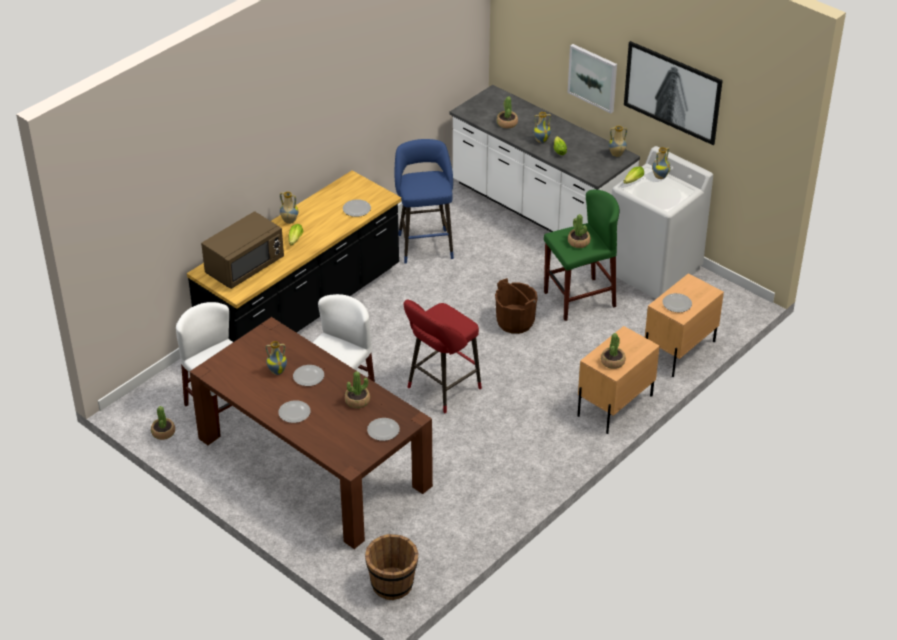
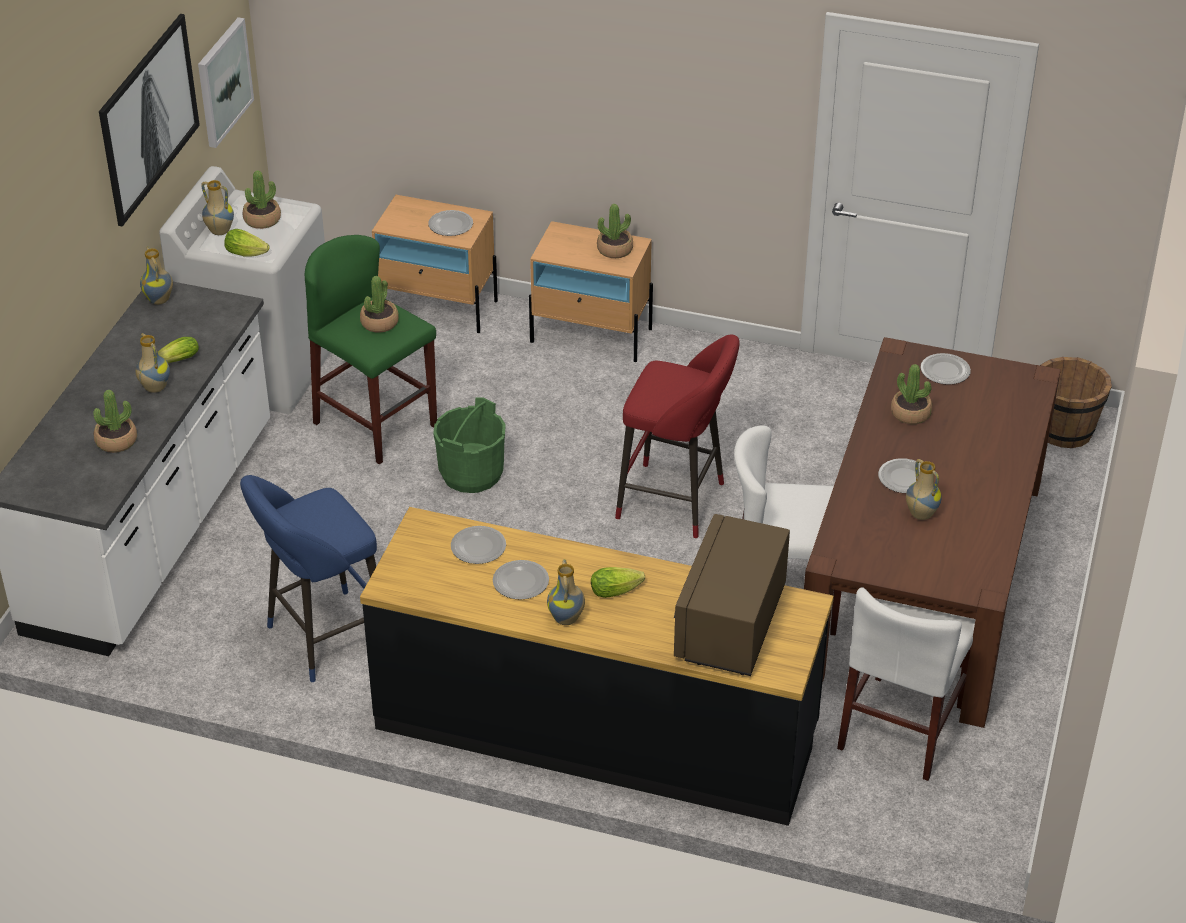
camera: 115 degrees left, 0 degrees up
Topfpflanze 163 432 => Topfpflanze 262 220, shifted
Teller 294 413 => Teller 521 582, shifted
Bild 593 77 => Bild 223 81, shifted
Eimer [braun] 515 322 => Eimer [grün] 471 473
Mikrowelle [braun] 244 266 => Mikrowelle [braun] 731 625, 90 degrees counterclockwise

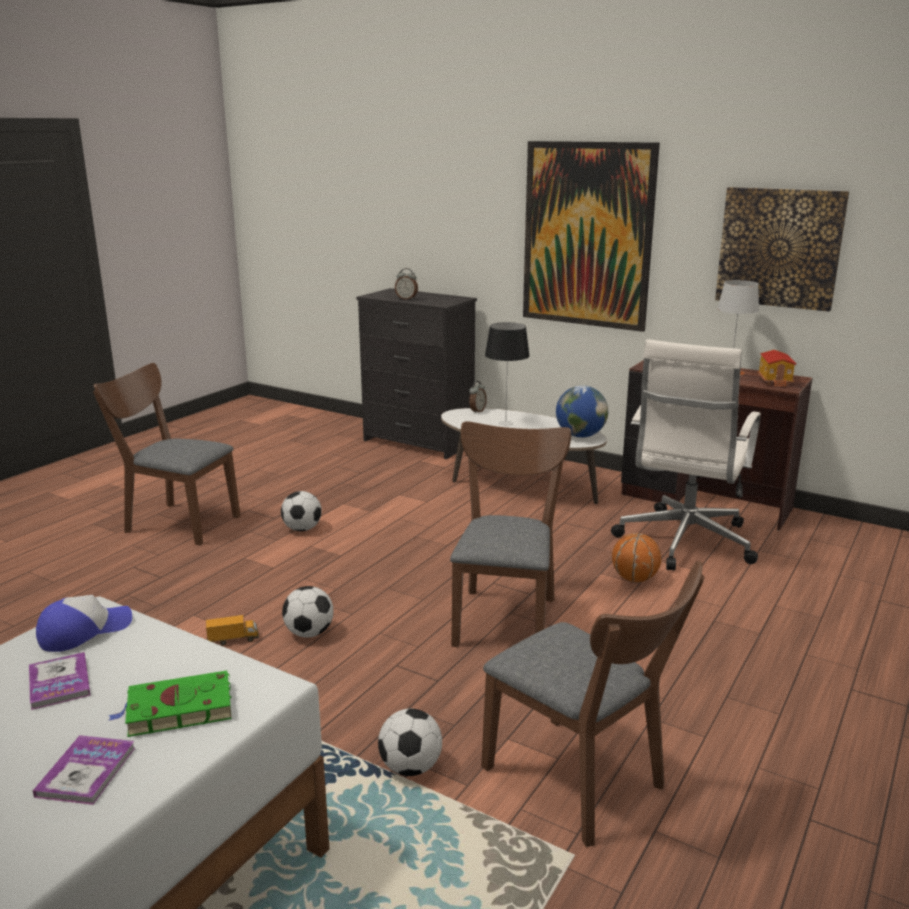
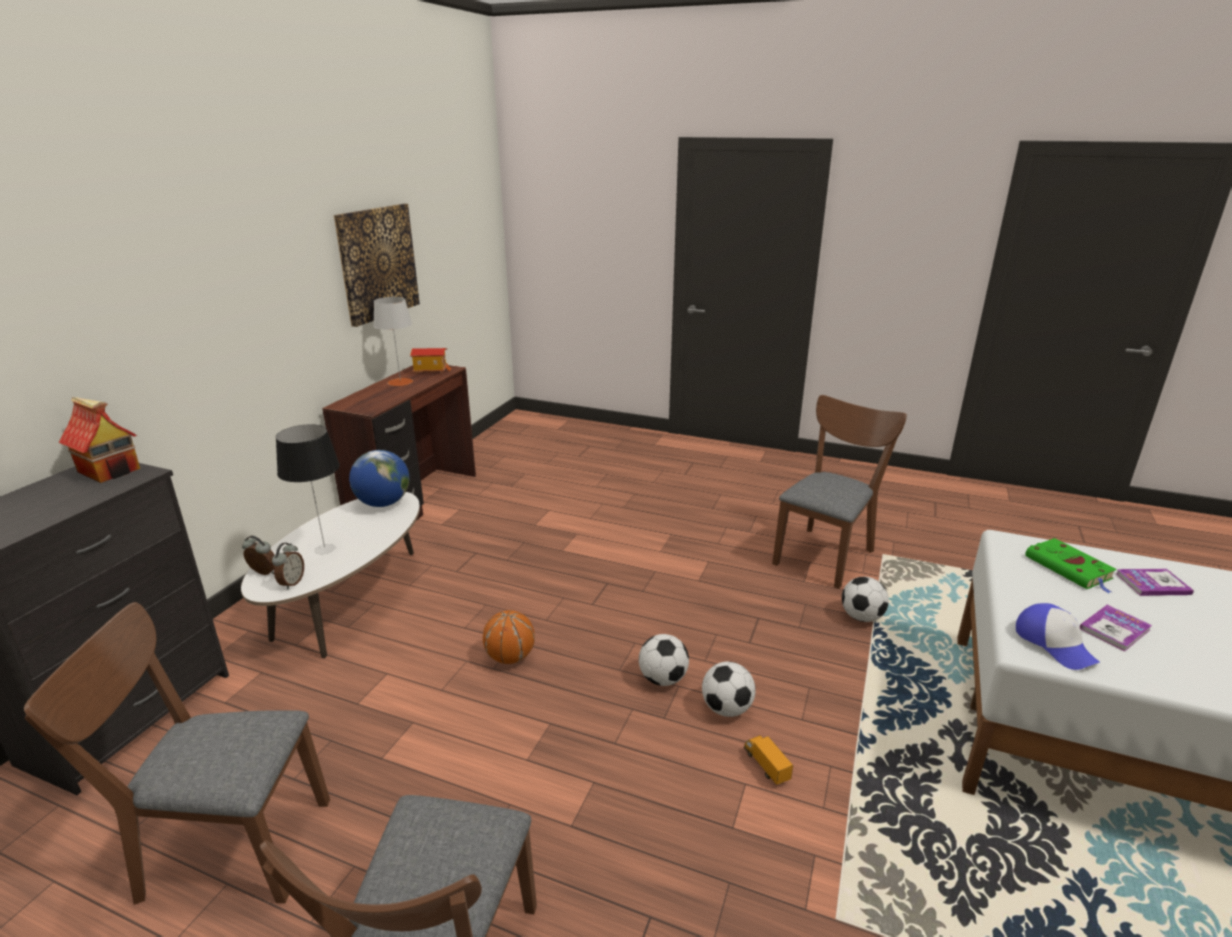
camera: 100 degrees left, 5 degrees up
Bild 587 235 => nothing
Bürostuhl [weiß] 684 542 => nothing
nothing => Spielzeughaus 110 470
Fußball 302 529 => Fußball 663 679, shifted
Wecker 406 299 => Wecker 291 583, shifted
Stuhl [braun] 505 615 => Stuhl [braun] 224 846, shifted
Basketball 634 579 => Basketball 510 657, shifted
Kappe 84 631 => Kappe 1054 644, 150 degrees counterclockwise

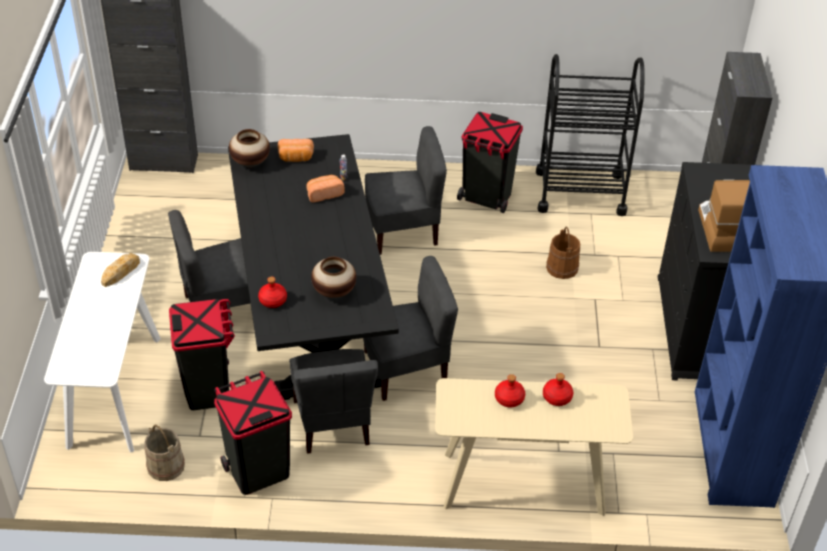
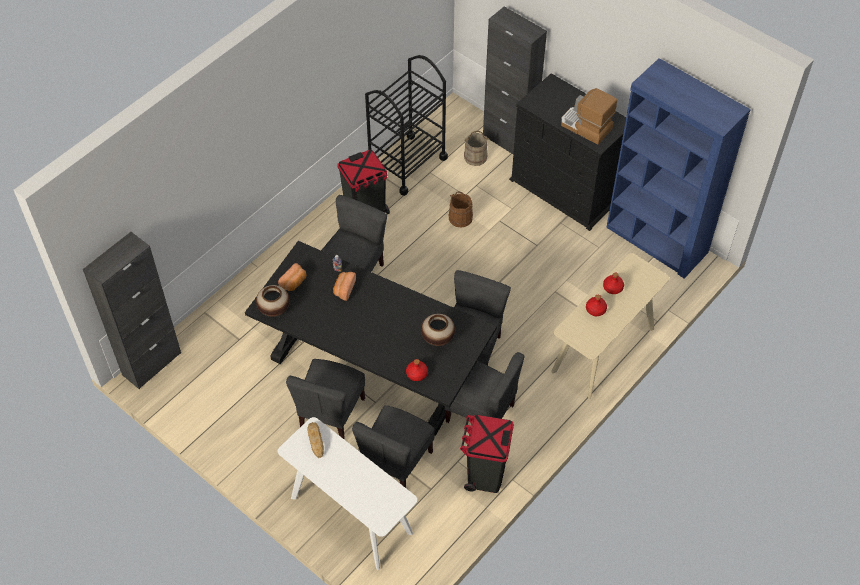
camera: 50 degrees left, 10 degrees up
Eimer [beige] 166 465 => Eimer [beige] 475 157, shifted
Mülleimer [schwarz] 208 389 => Stuhl [grau] 396 462

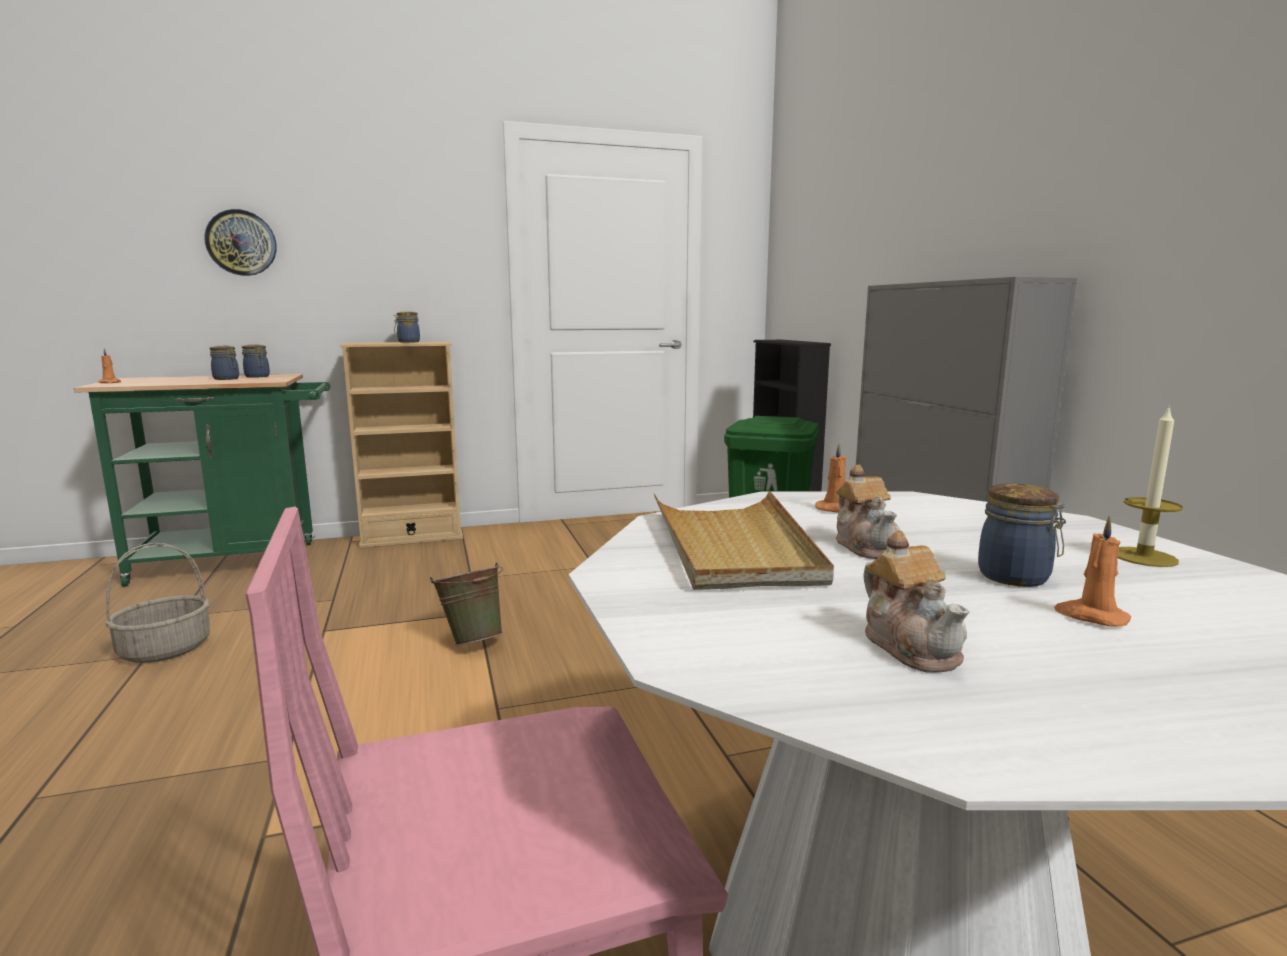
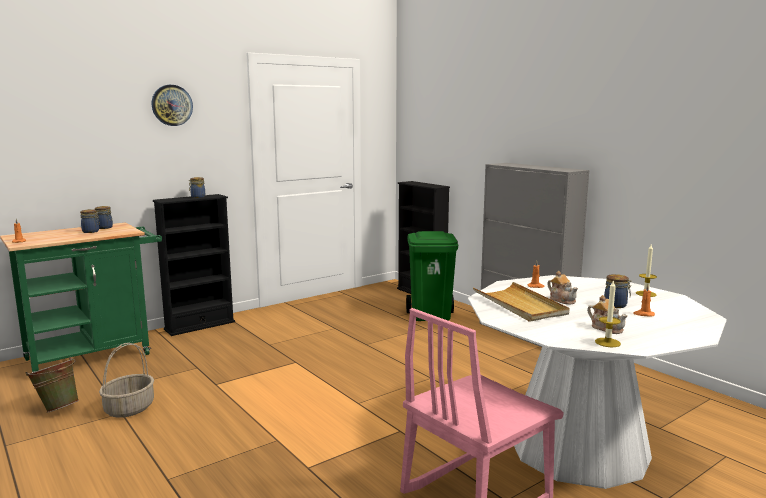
camera: 20 degrees left, 0 degrees up
nothing => Kerze 607 342
Wanduhr 241 243 => Wanduhr 172 105, shifted
Eimer [grün] 472 640 => Eimer [grün] 57 408, shifted
Bücherregal [beige] 412 538 => Bücherregal [schwarz] 199 325

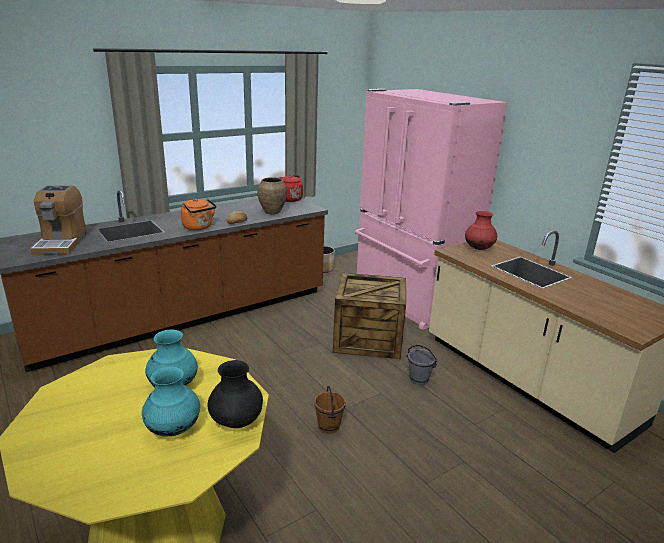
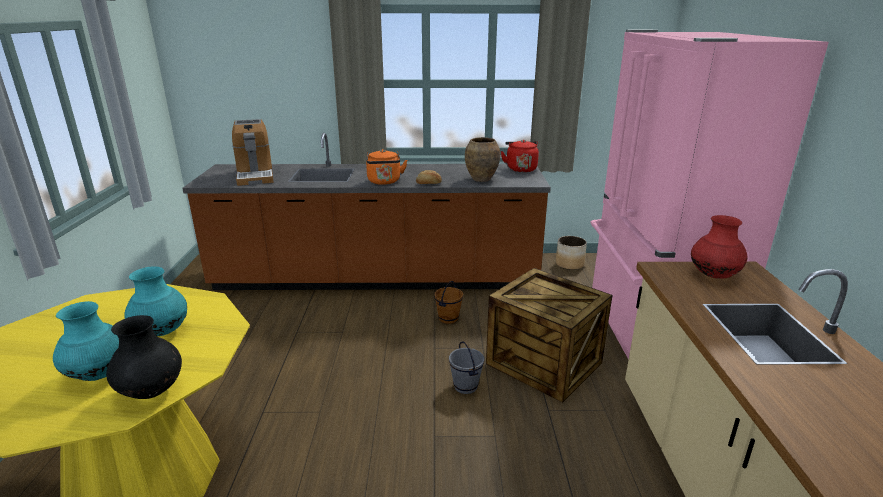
camera: 35 degrees right, 0 degrees up
Eimer [braun] 329 426 => Eimer [braun] 448 319, shifted
Eimer [grau] 419 379 => Eimer [grau] 466 386, shifted
Kaffeemaschine 61 242 => Kaffeemaschine 255 175, 45 degrees counterclockwise

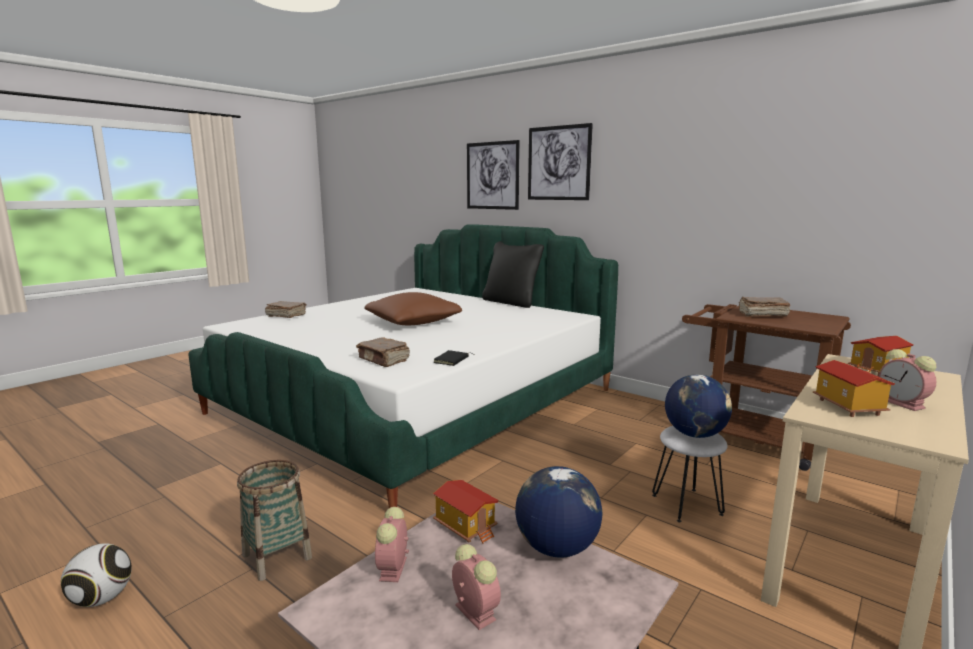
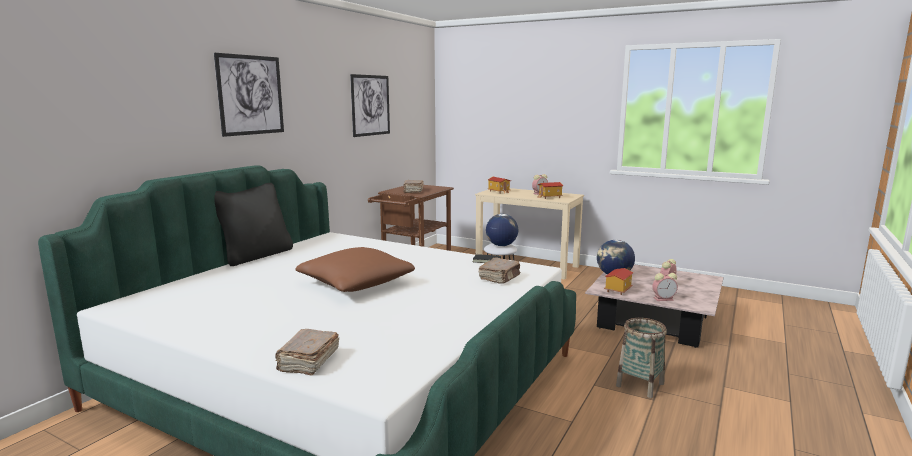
camera: 100 degrees left, 0 degrees up
Fußball 101 599 => nothing
Bild 492 175 => Bild 370 105, shifted

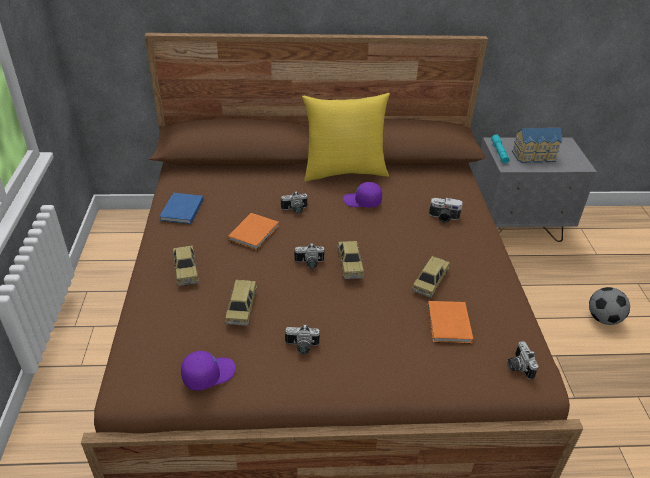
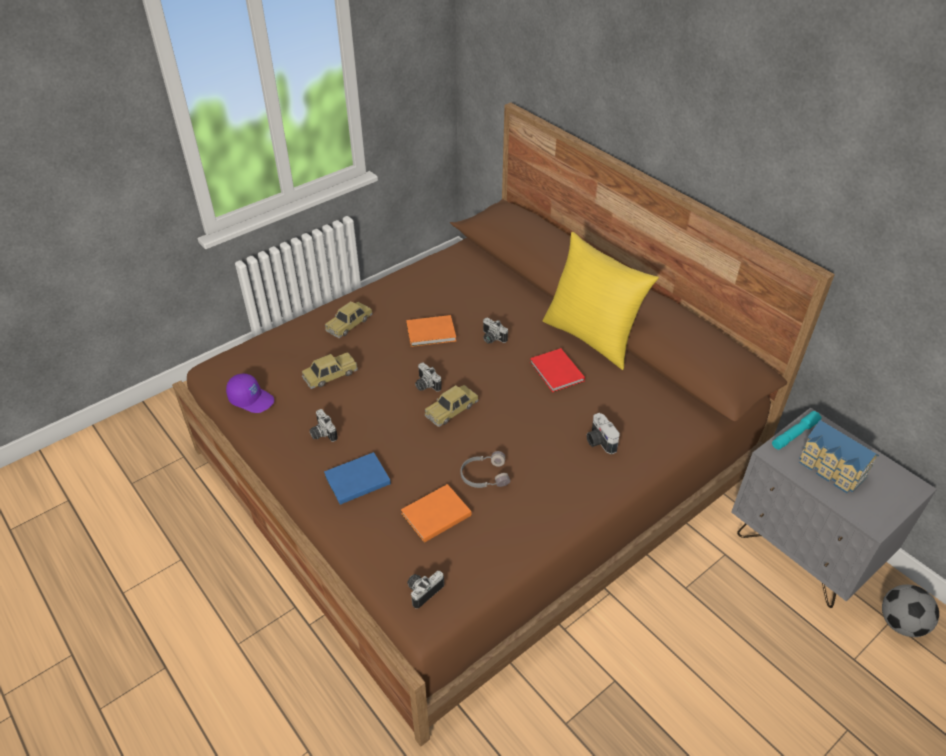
camera: 55 degrees right, 5 degrees up
Buch [blau] 181 210 => Buch [blau] 355 480, shifted
Fußball 603 319 => Fußball 901 623, shifted
Kappe [lila] 362 201 => Buch [rot] 556 373
Spielzeugauto 430 281 => Kopfhörer [grau] 484 475

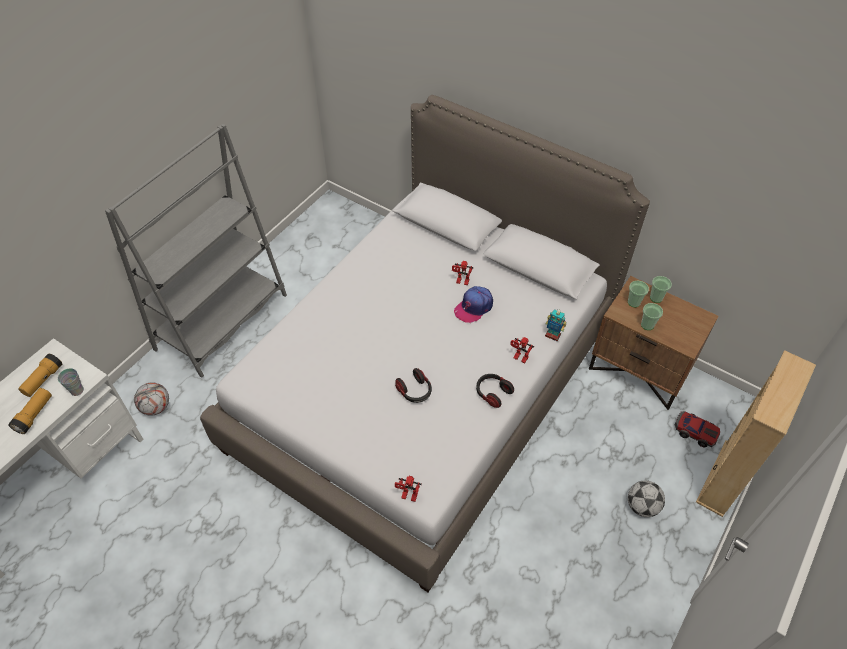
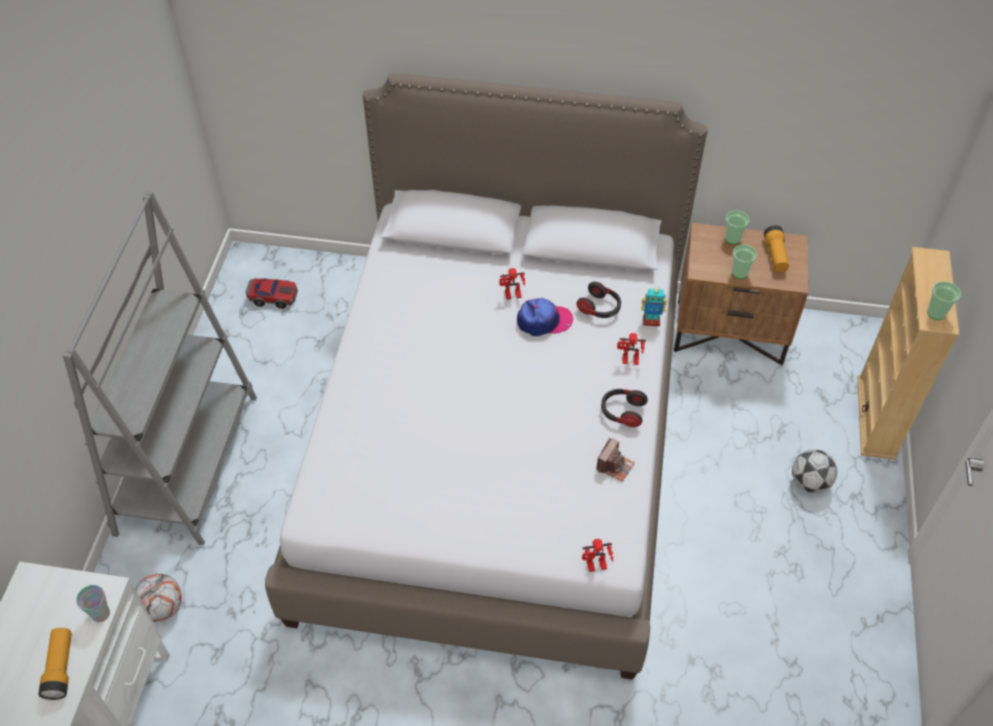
camera: 25 degrees left, 0 degrees up
nothing => Kamera 614 466
Taschenlampe 43 380 => Taschenlampe 775 255, shifted
Kopfhörer 415 391 => Kopfhörer 600 308, shifted
Tasse 633 302 => Tasse 936 313, shifted
Spielzeugauto 695 432 => Spielzeugauto 273 296, shifted
Kappe 473 307 => Kappe 544 321, 120 degrees counterclockwise

